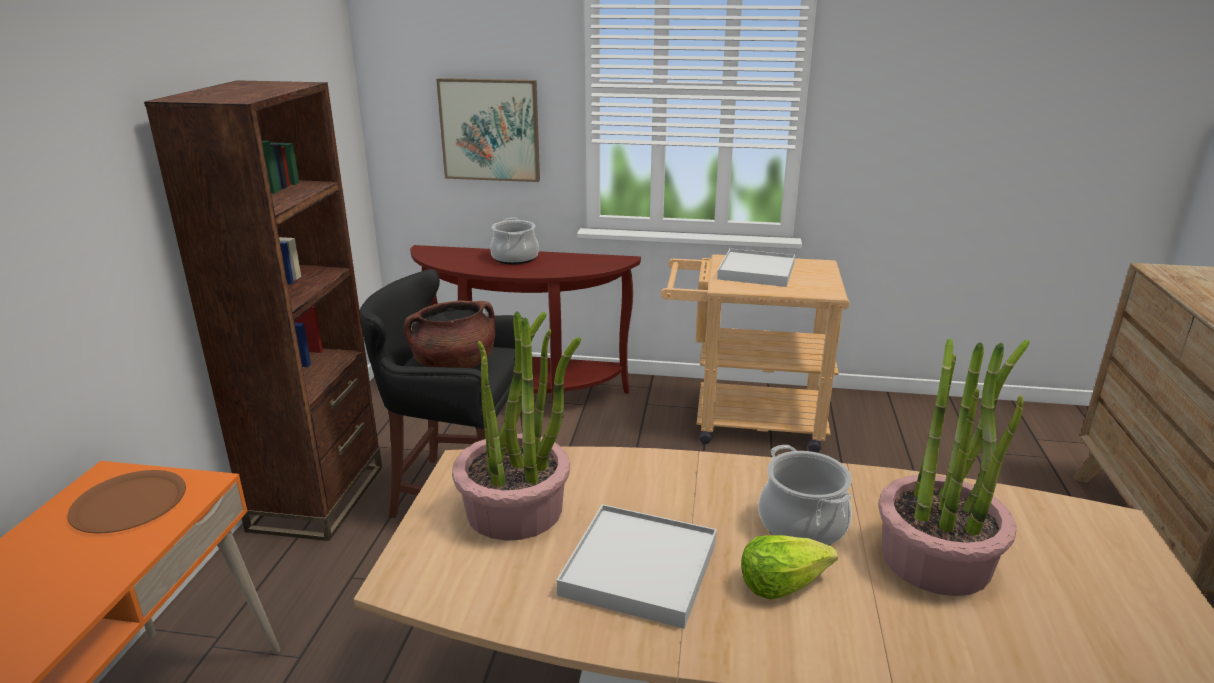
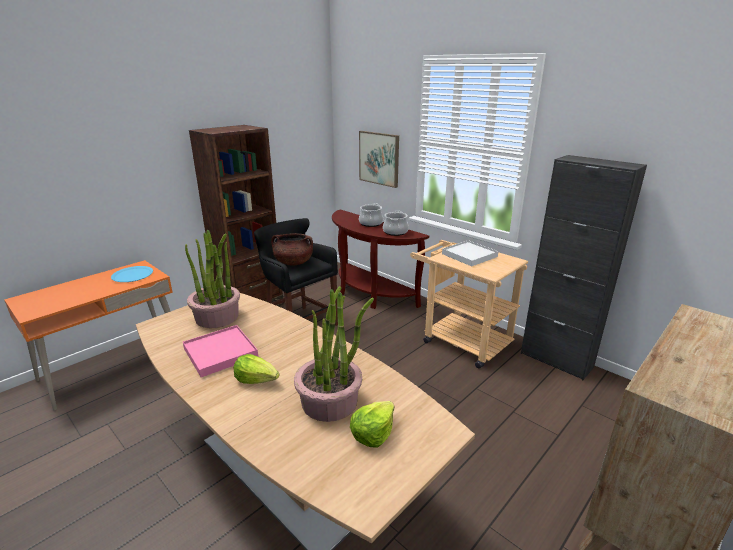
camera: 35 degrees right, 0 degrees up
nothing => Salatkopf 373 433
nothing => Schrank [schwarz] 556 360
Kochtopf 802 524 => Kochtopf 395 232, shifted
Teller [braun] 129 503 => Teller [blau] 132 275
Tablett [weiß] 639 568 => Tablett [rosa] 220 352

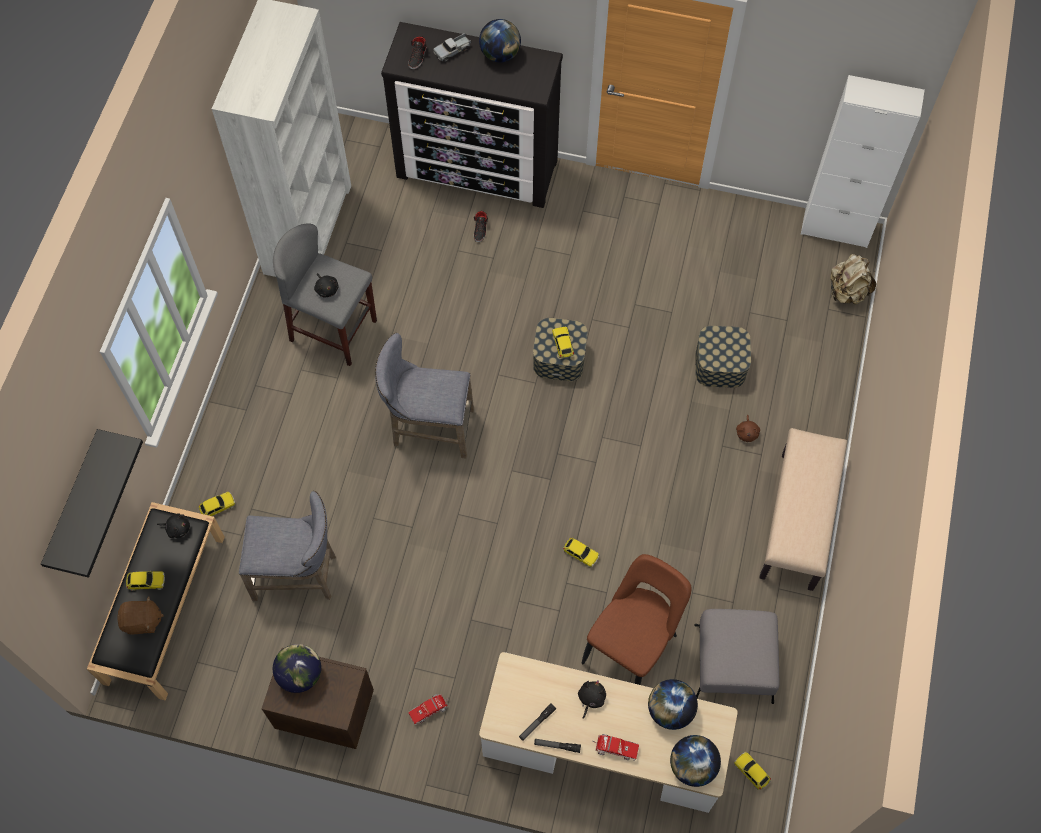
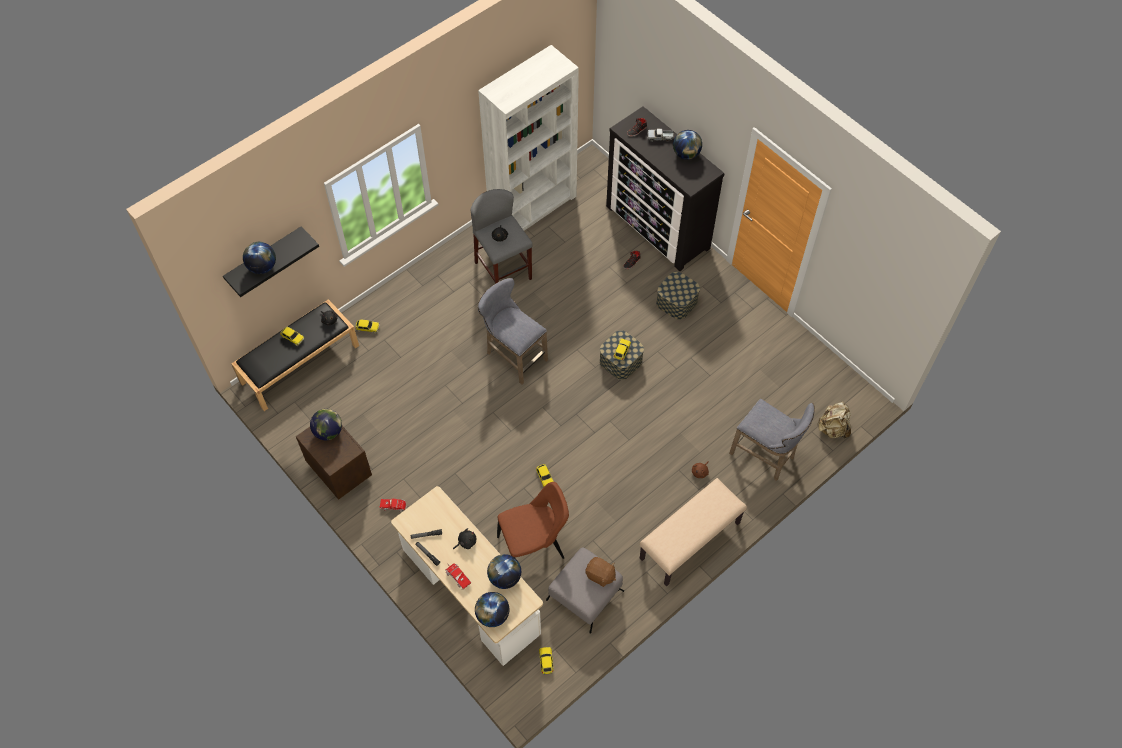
camera: 35 degrees right, 5 degrees down
Schrank [weiß] 835 228 => nothing
nothing => Globus 262 267
Plüschtier [braun] 142 621 => Plüschtier [braun] 600 575, shifted
Hocker [grau] 300 575 => Hocker [grau] 765 456, shifted
Aufbewahrungsbox 720 364 => Aufbewahrungsbox 676 302, shifted

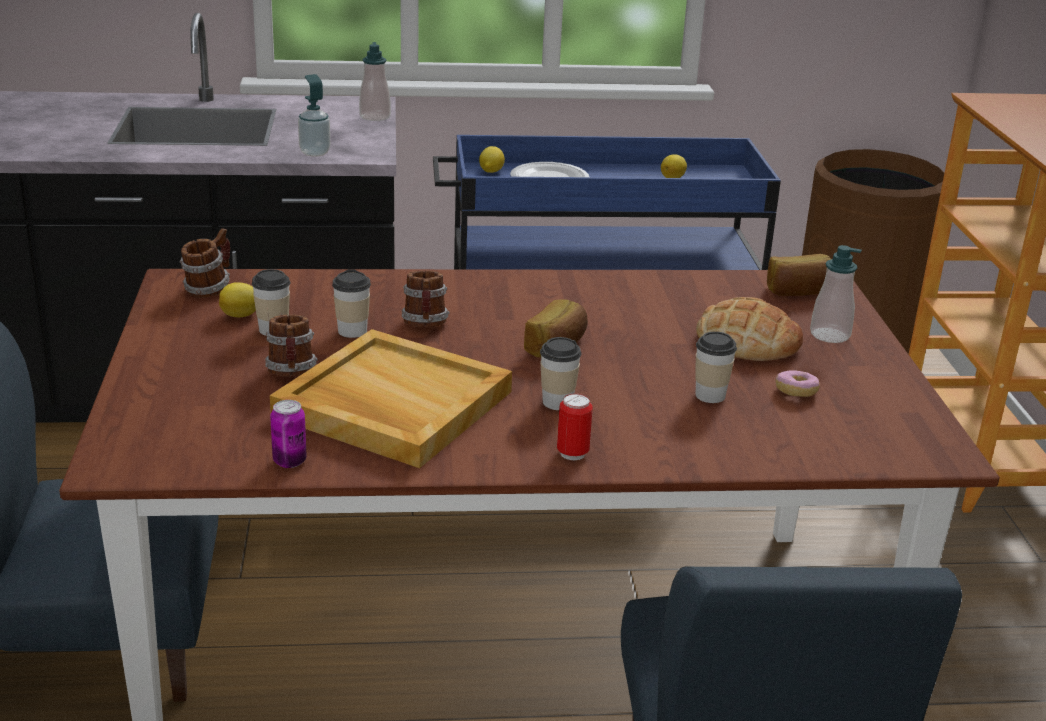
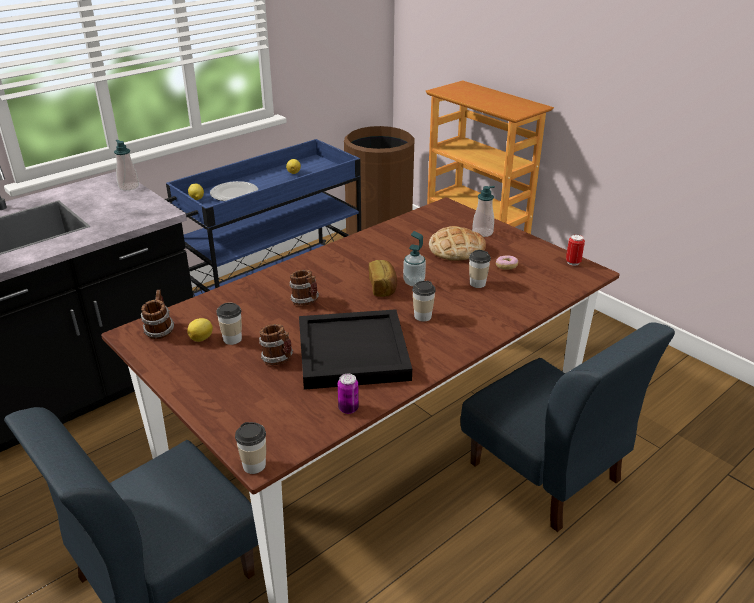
camera: 35 degrees left, 5 degrees up
Brot 799 292 => nothing
Seifenspender 314 153 => Seifenspender 414 282, shifted
Tasse 352 331 => Tasse 254 465, shifted
Dose 572 453 => Dose 573 262, shifted
Tablett [beige] 391 404 => Tablett [schwarz] 352 353

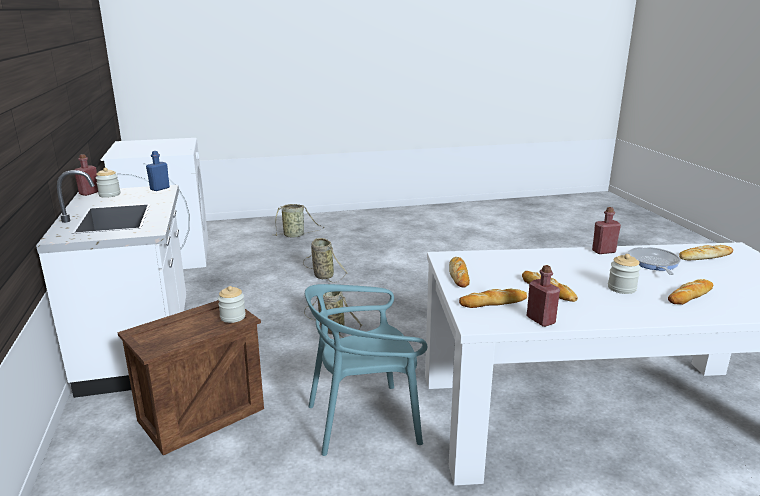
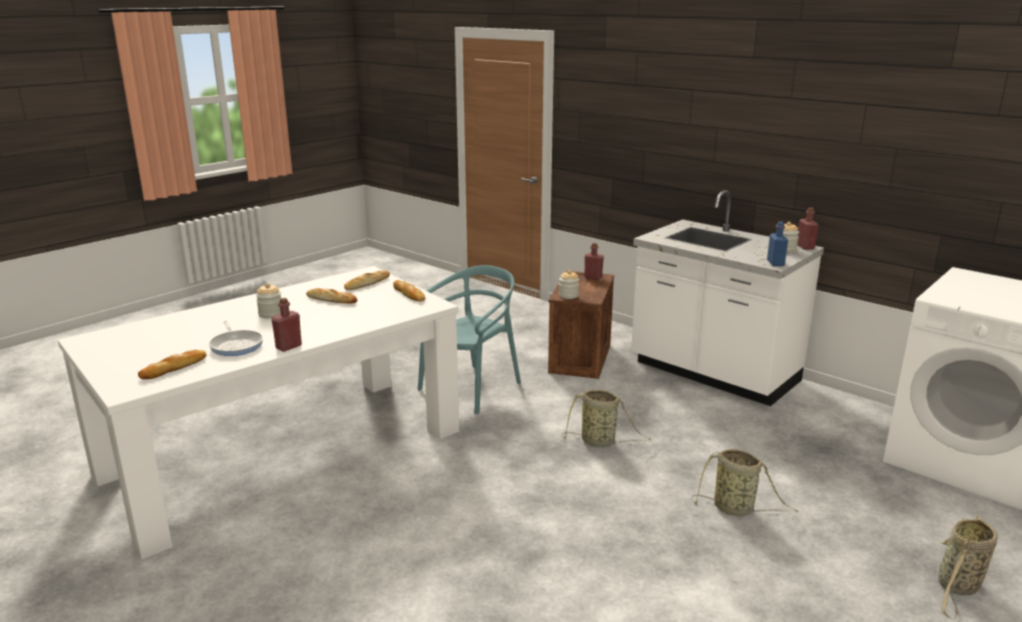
camera: 145 degrees right, 0 degrees up
Brot 690 295 => nothing
Flasche [rot] 540 320 => Flasche [rot] 593 277, shifted

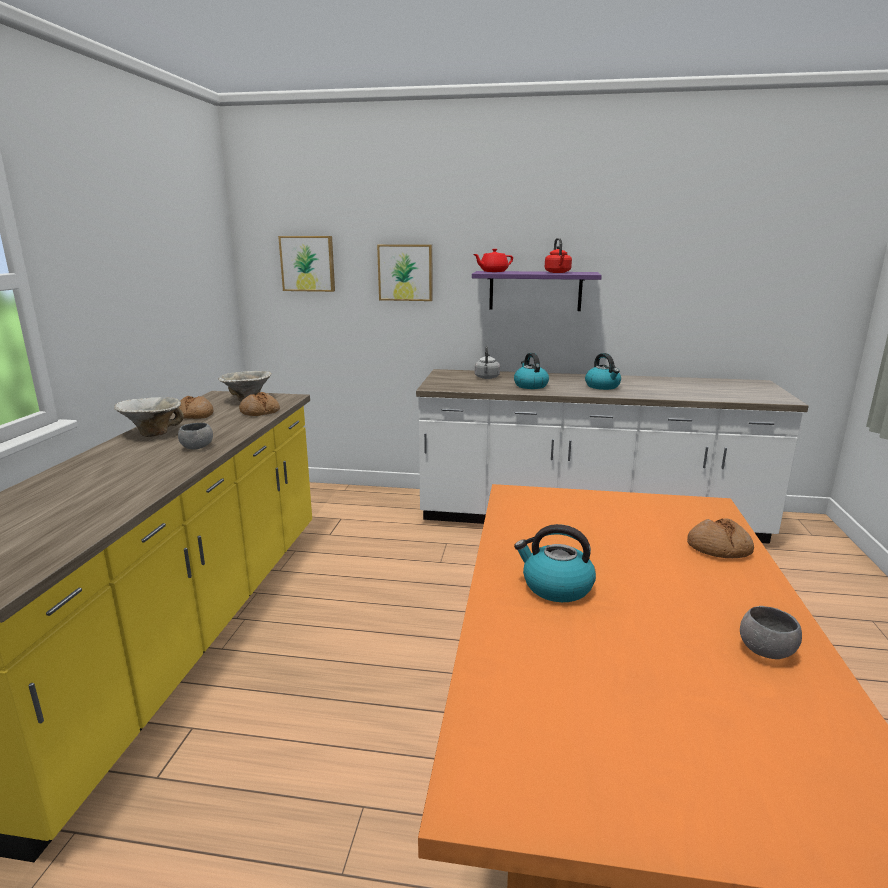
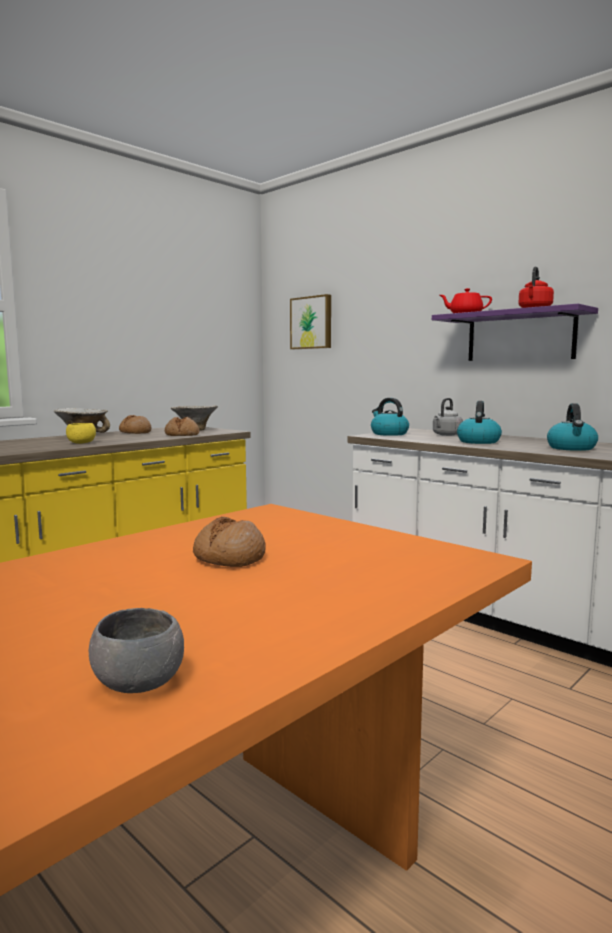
camera: 35 degrees right, 10 degrees down
Bild 405 272 => nothing
Wasserkessel 556 587 => Wasserkessel 388 434, shifted
Brot 719 549 => Brot 229 557, shifted
Schüssel [grau] 197 447 => Schüssel [gelb] 81 443

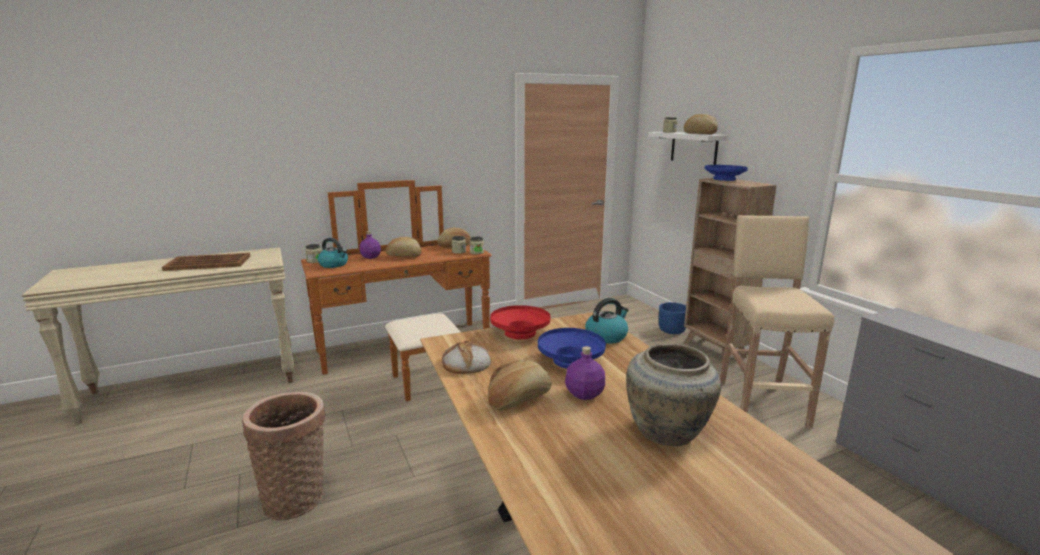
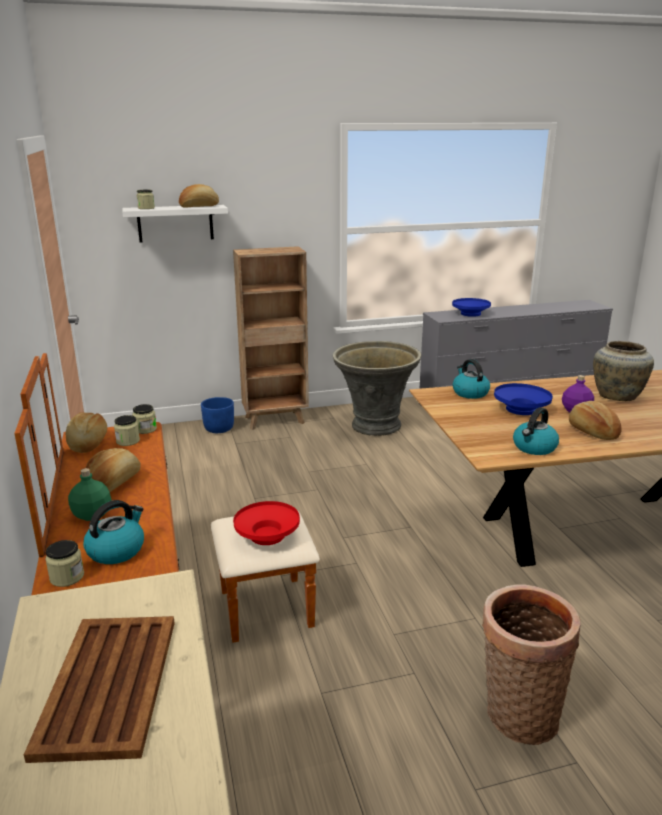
camera: 80 degrees left, 5 degrees up
Schüssel [rot] 520 333 => Schüssel [rot] 267 535, shifted
Schüssel [blau] 724 179 => Schüssel [blau] 470 314, shifted
Brot 465 363 => Wasserkessel 534 448
Hocker [beige] 760 402 => Pflanzkübel [grau] 374 426
Flasche [lila] 370 257 => Flasche [grün] 91 515

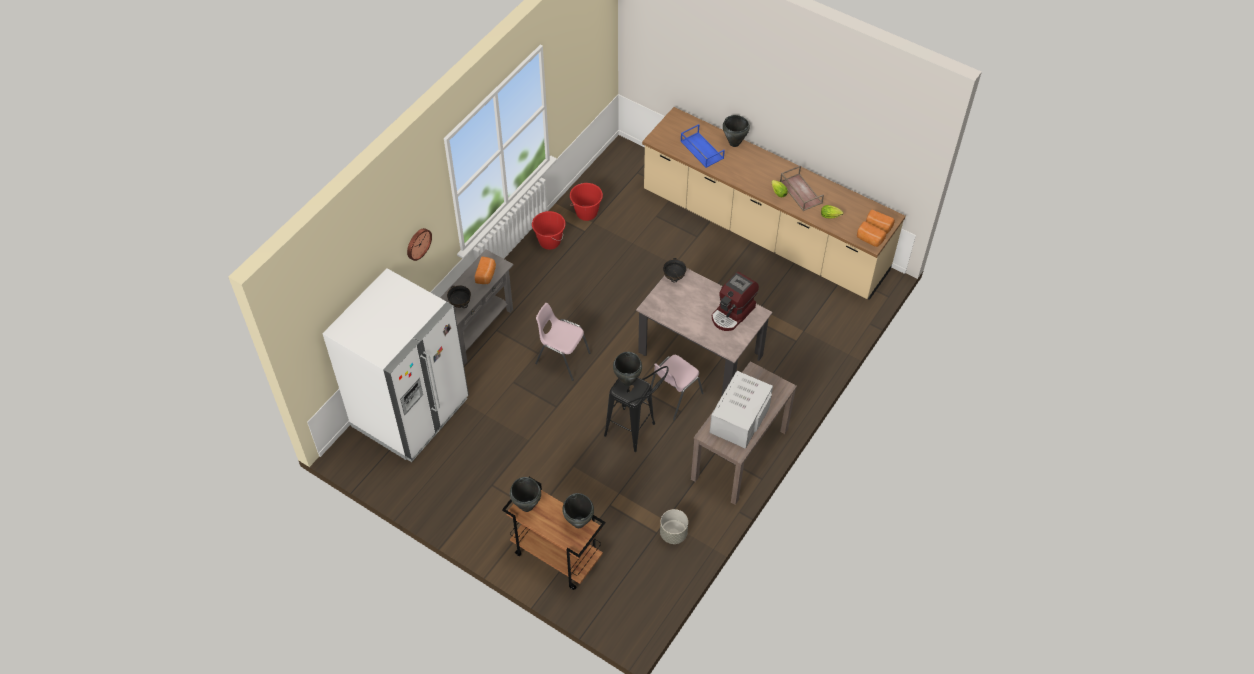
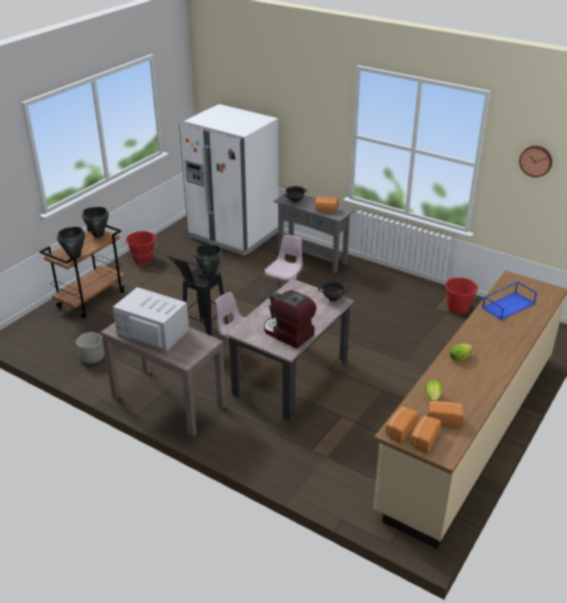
camera: 90 degrees right, 20 degrees down
Kochtopf [schwarz] 734 143 => nothing
Tablett [braun] 800 192 => nothing
nothing => Brot 444 419
Wanduhr 418 243 => Wanduhr 536 160, shifted
Eimer [rot] 549 242 => Eimer [rot] 143 259, shifted

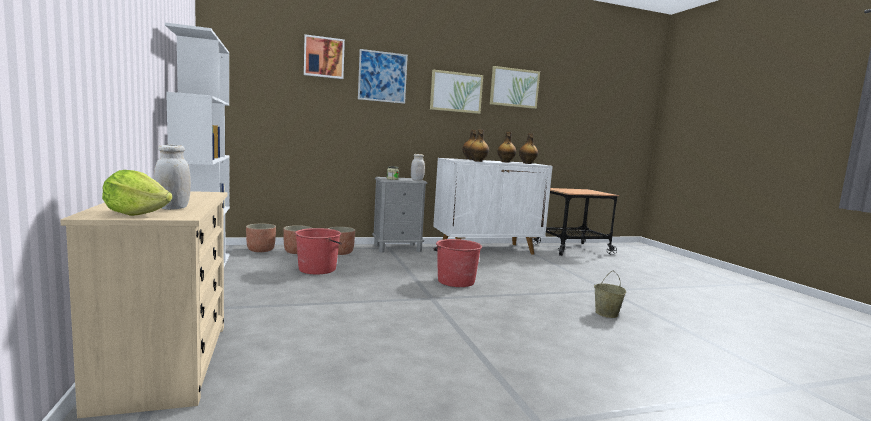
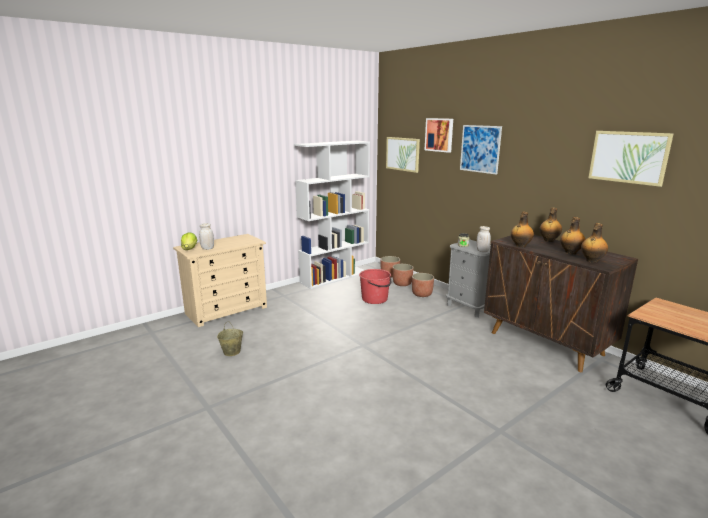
camera: 70 degrees right, 10 degrees up
Eimer [rot] 455 281 => nothing
Bild 456 92 => Bild 403 154, shifted
Eimer [beige] 607 314 => Eimer [beige] 231 352, shifted
Schrank [weiß] 487 249 => Schrank [braun] 546 344

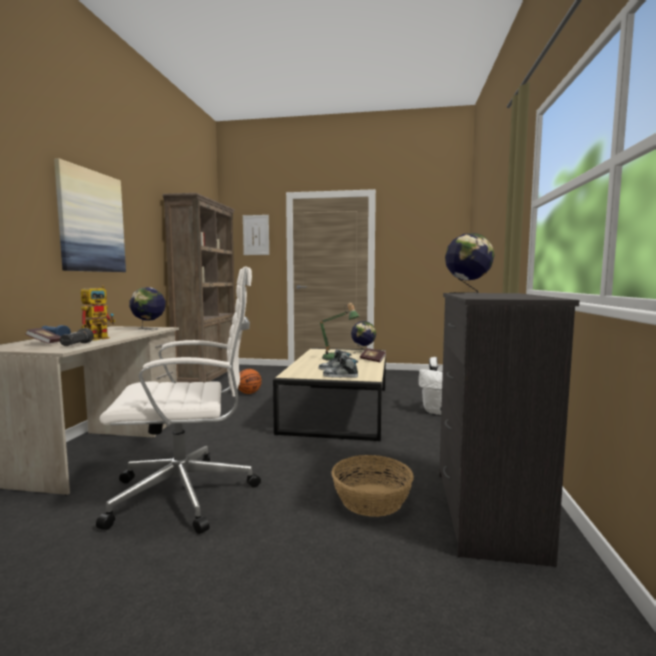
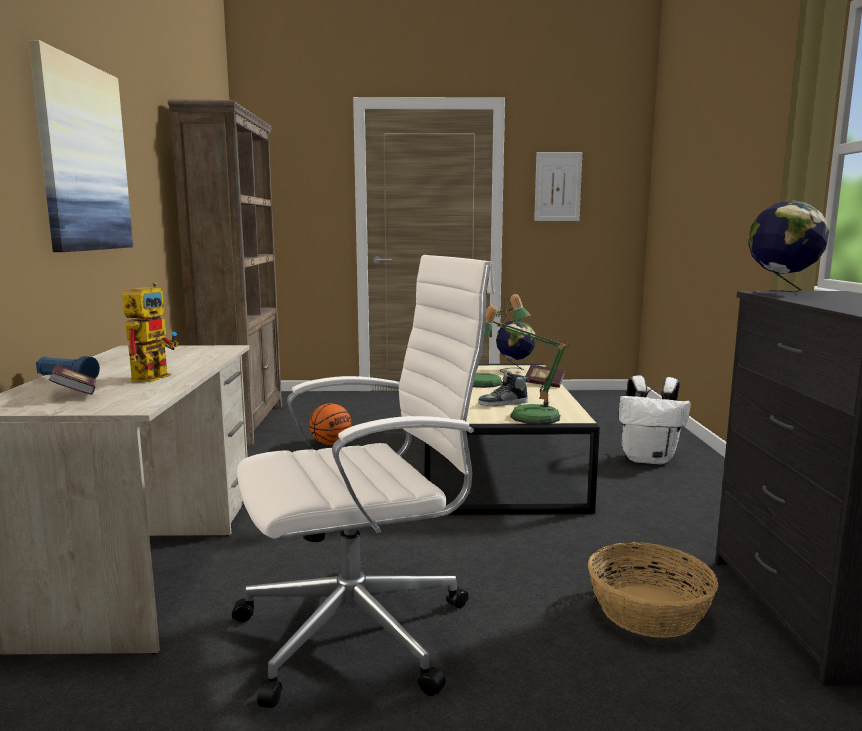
camera: 10 degrees left, 5 degrees up
Taschenlampe [schwarz] 76 345 => nothing
Globus 149 329 => nothing
Bild 256 235 => Bild 558 186, shifted
Schuh 340 376 => Tischlampe 525 416

